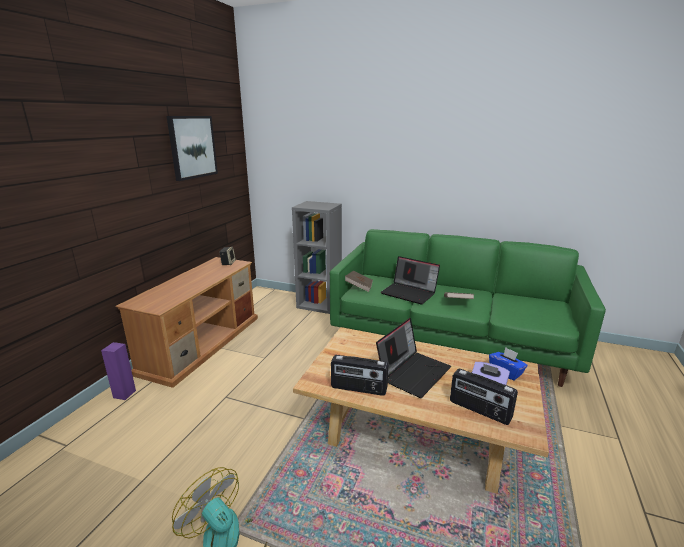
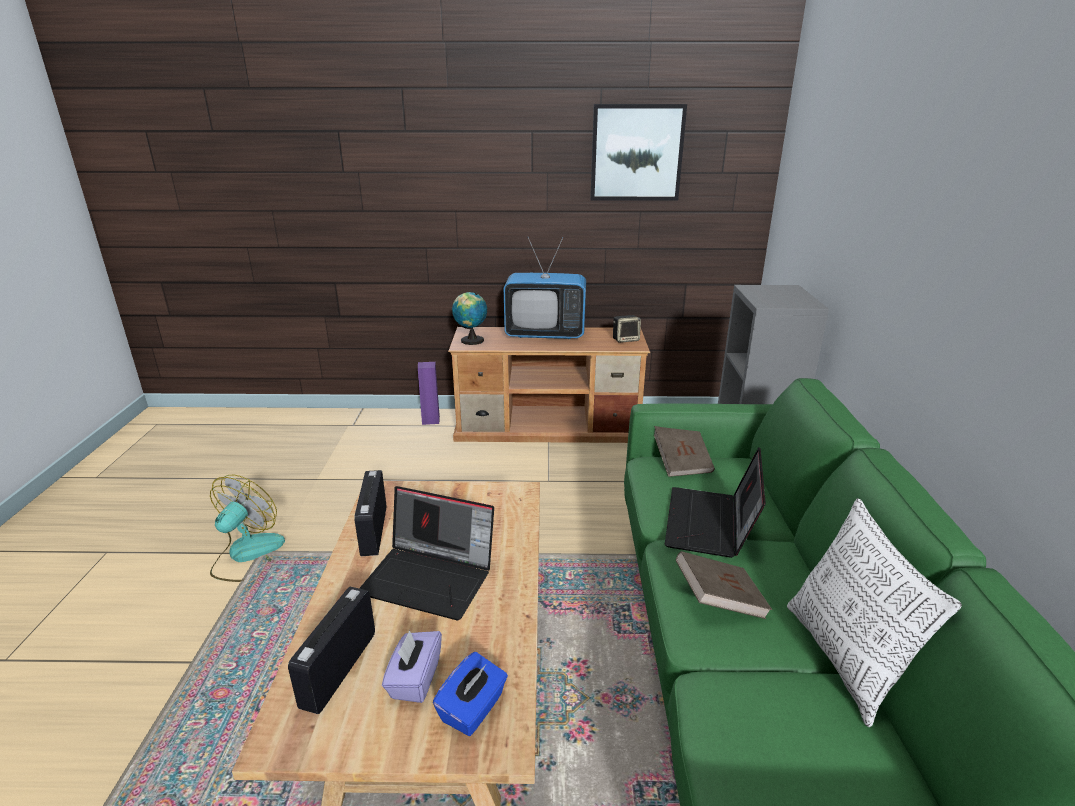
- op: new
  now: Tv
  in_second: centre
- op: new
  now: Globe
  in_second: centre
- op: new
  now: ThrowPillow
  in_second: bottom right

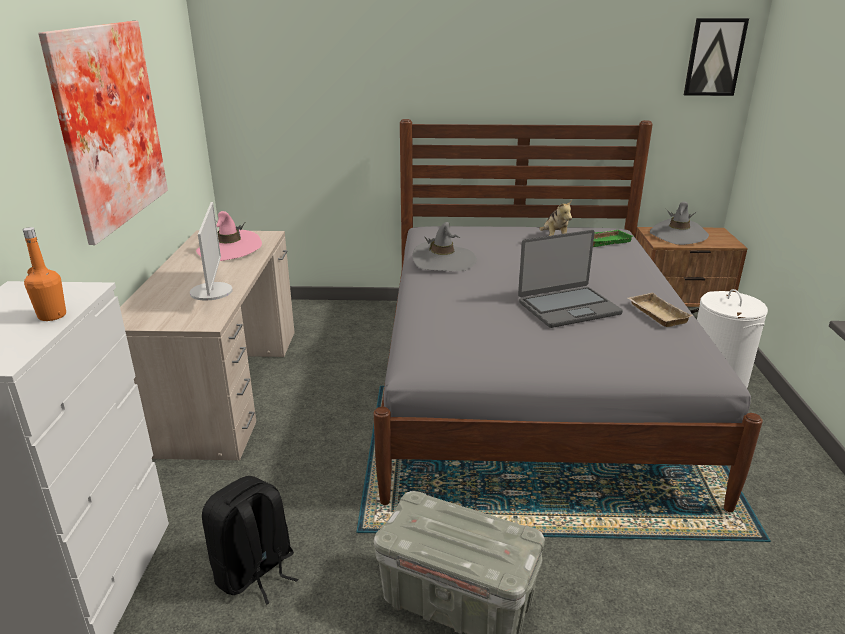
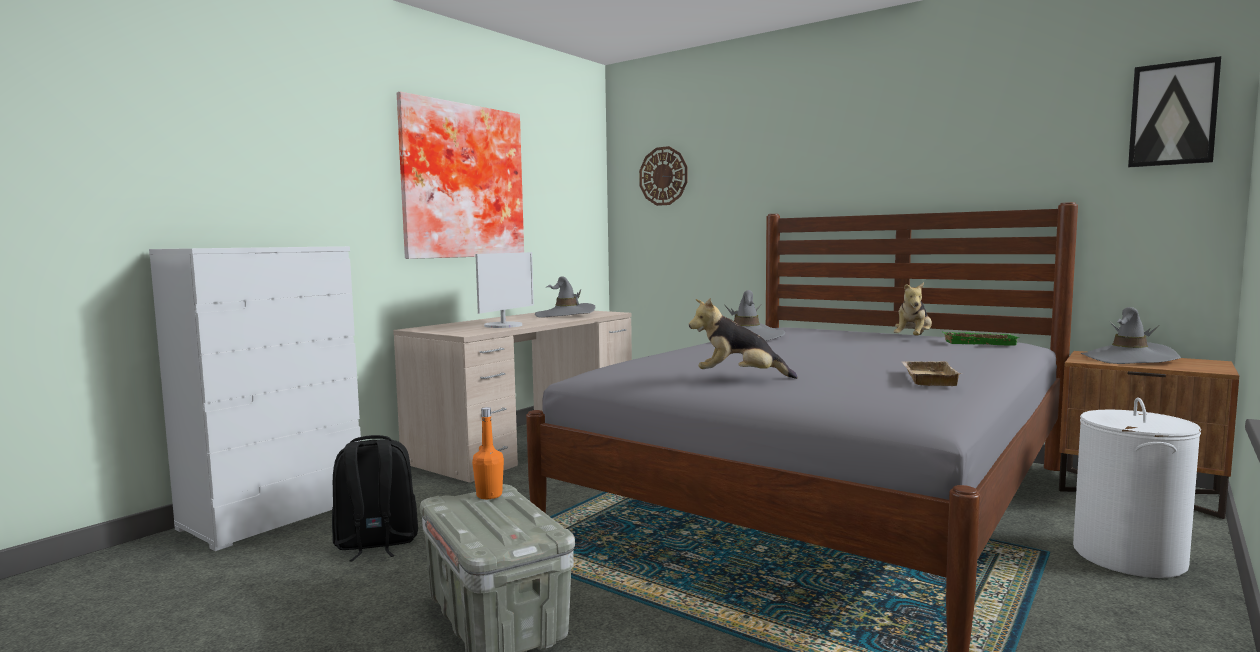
- op: repainted
  was: PinkColouredHat
  now: GreyishHat (no. 1 from left)
  in_first: middle left
  in_second: centre
- op: shifted
  was: OrangeDrinkBottle
  in_first: middle left
  in_second: bottom centre
- op: gone
  was: Laptop
  in_first: middle right
- op: new
  now: WallClock
  in_second: top centre
- op: new
  now: SoftToy (no. 1 from left)
  in_second: centre

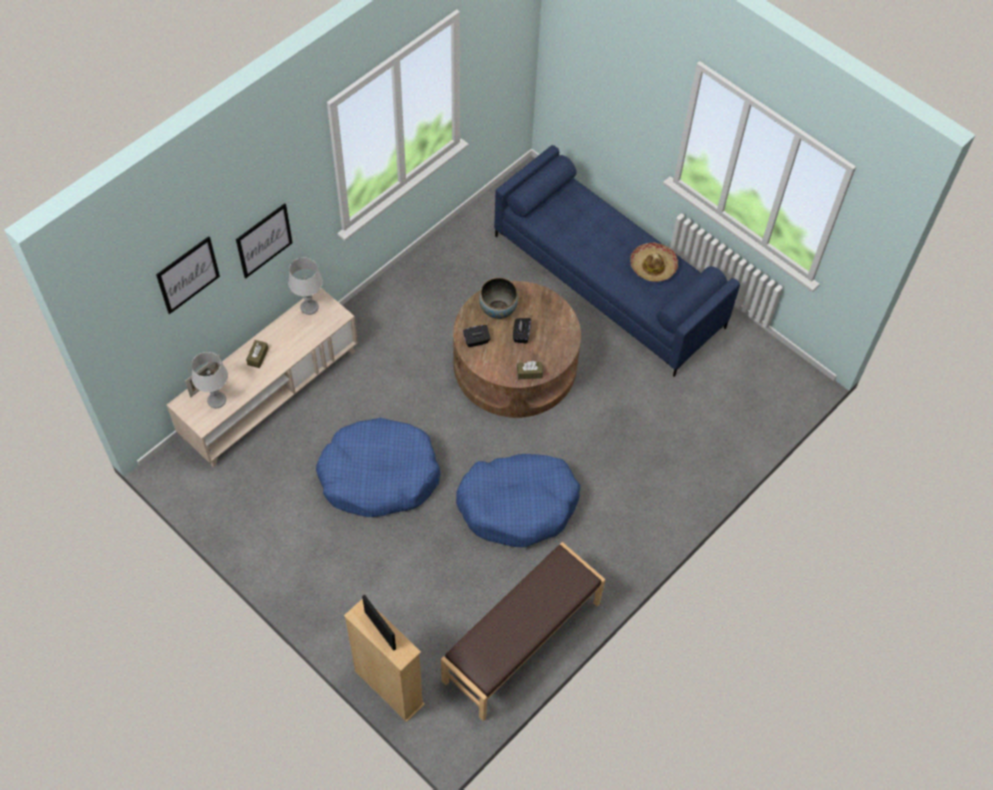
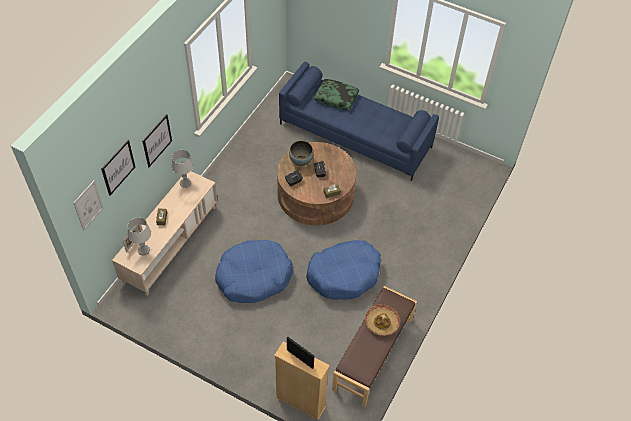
- op: shifted
  was: Hat
  in_first: top centre
  in_second: bottom centre
- op: new
  now: ThrowPillow
  in_second: top centre
- op: new
  now: WallArt (no. 1 from left)
  in_second: middle left

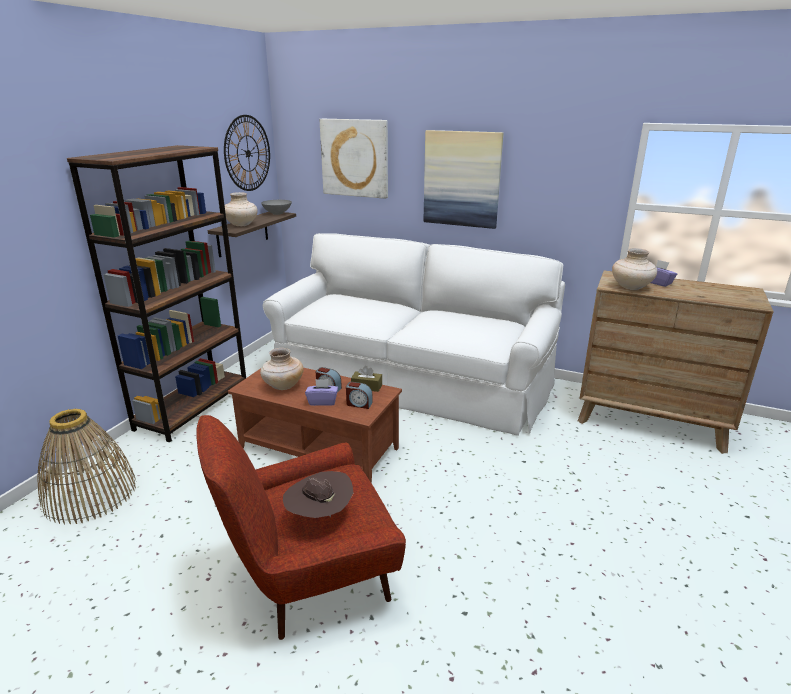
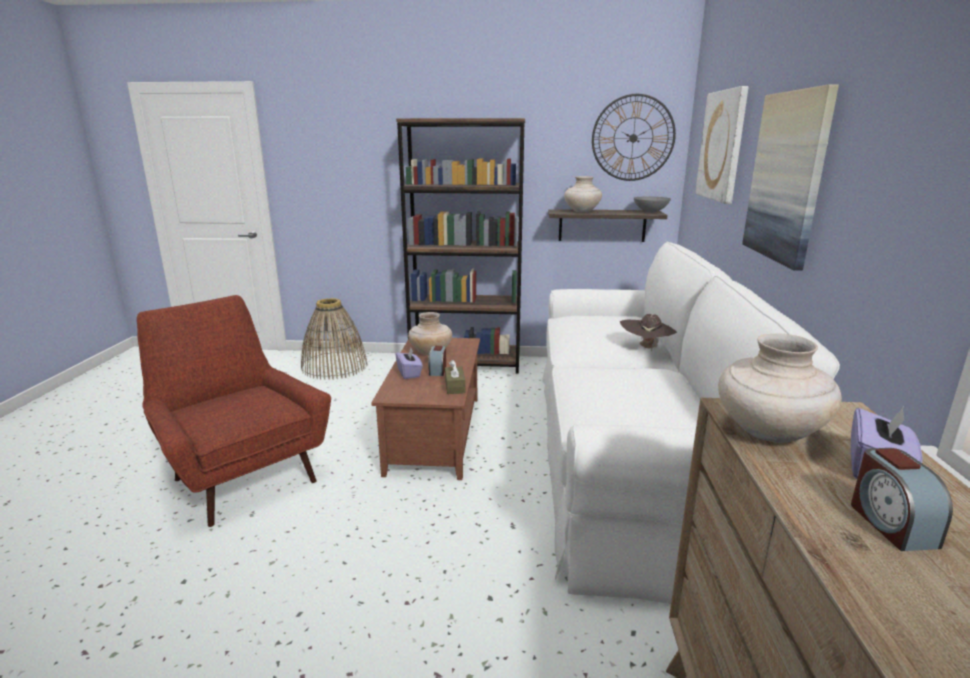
- op: shifted
  was: TableClock (no. 2 from left)
  in_first: centre
  in_second: bottom right
- op: shifted
  was: BrownishHat
  in_first: bottom centre
  in_second: middle right

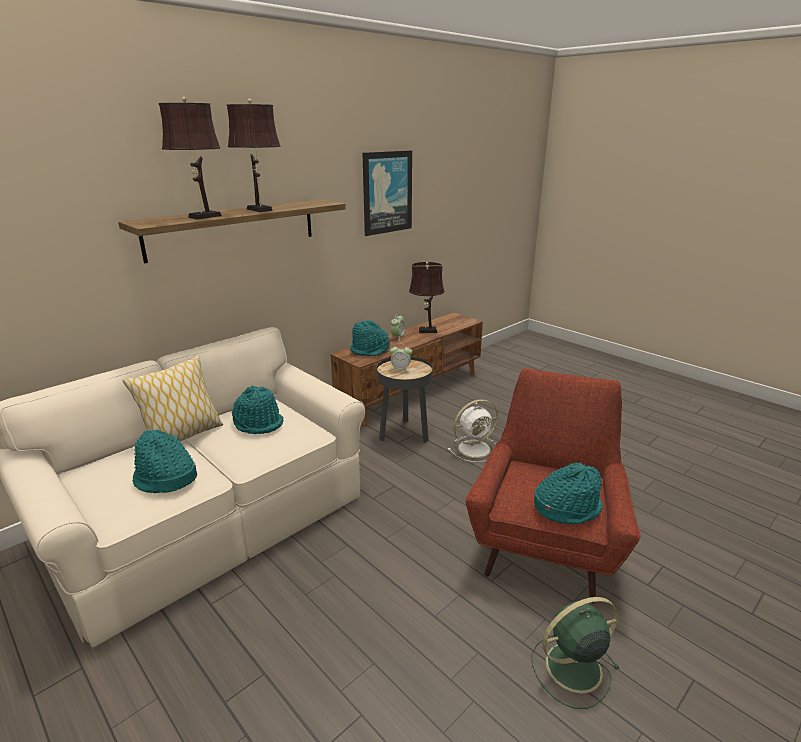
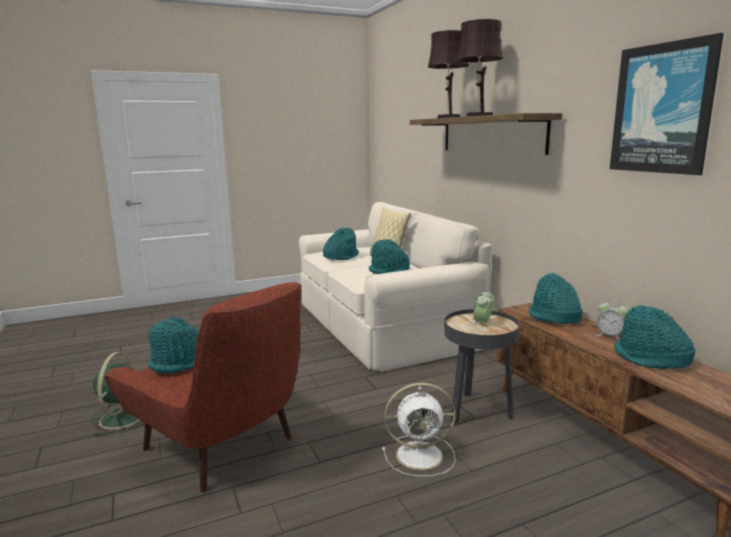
- op: swapped
  was: BrownishTabletopLamp (no. 3 from left)
  now: TurquoiseColouredHat (no. 5 from left)
  in_first: centre
  in_second: middle right
- op: rotated
  was: WhiteFan
  in_first: centre
  in_second: bottom centre
  clockwise: -90

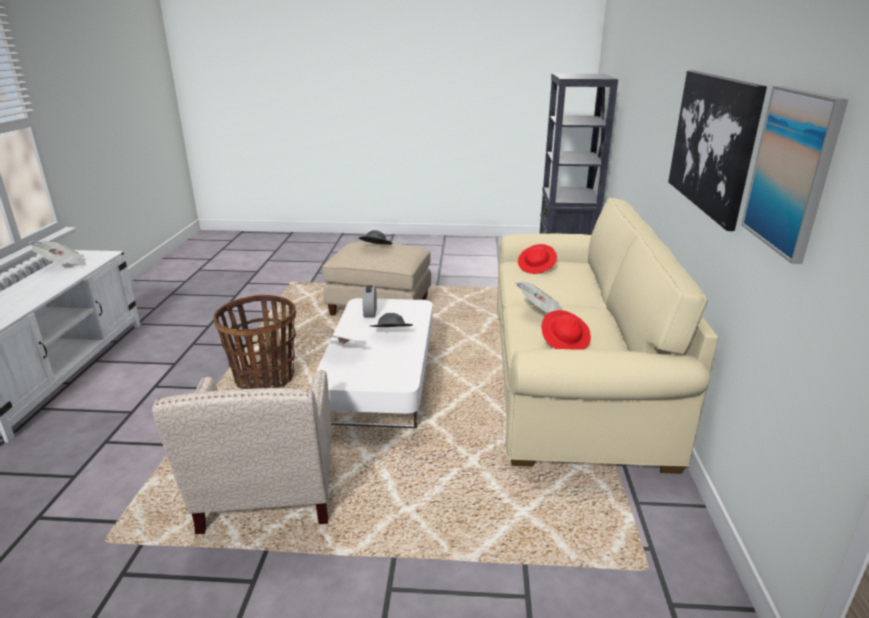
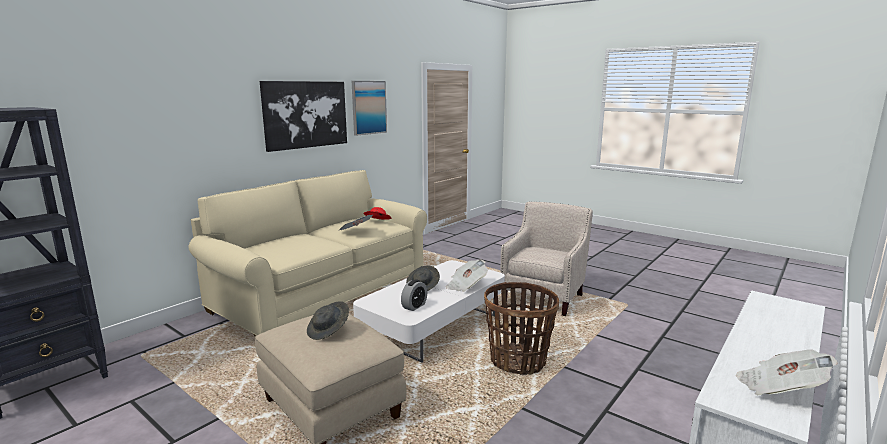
- op: gone
  was: RedHat (no. 1 from left)
  in_first: centre

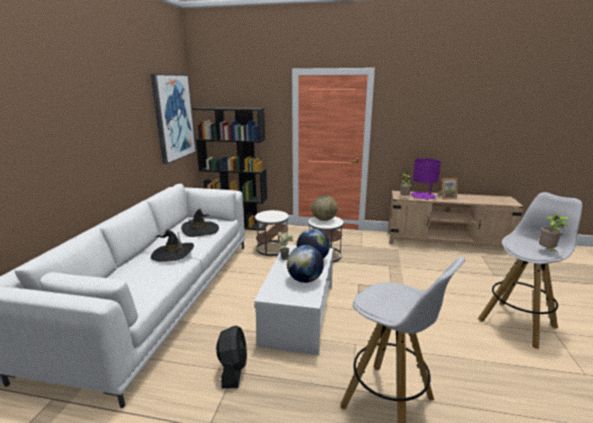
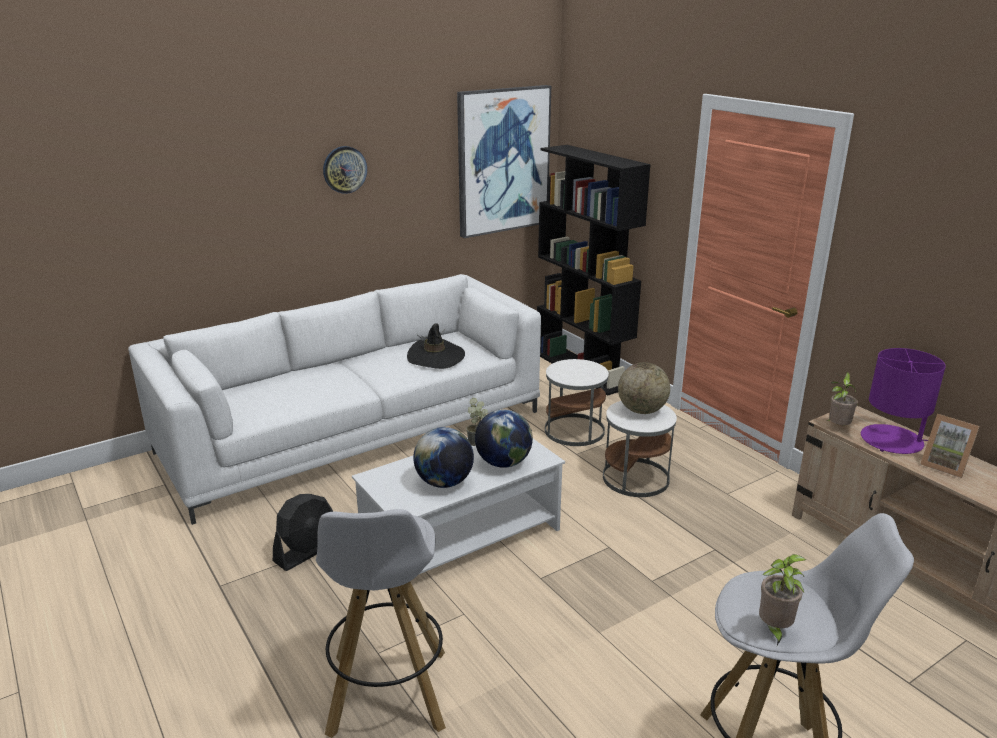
- op: gone
  was: BlackishHat (no. 1 from left)
  in_first: middle left
- op: new
  now: WallClock
  in_second: top centre

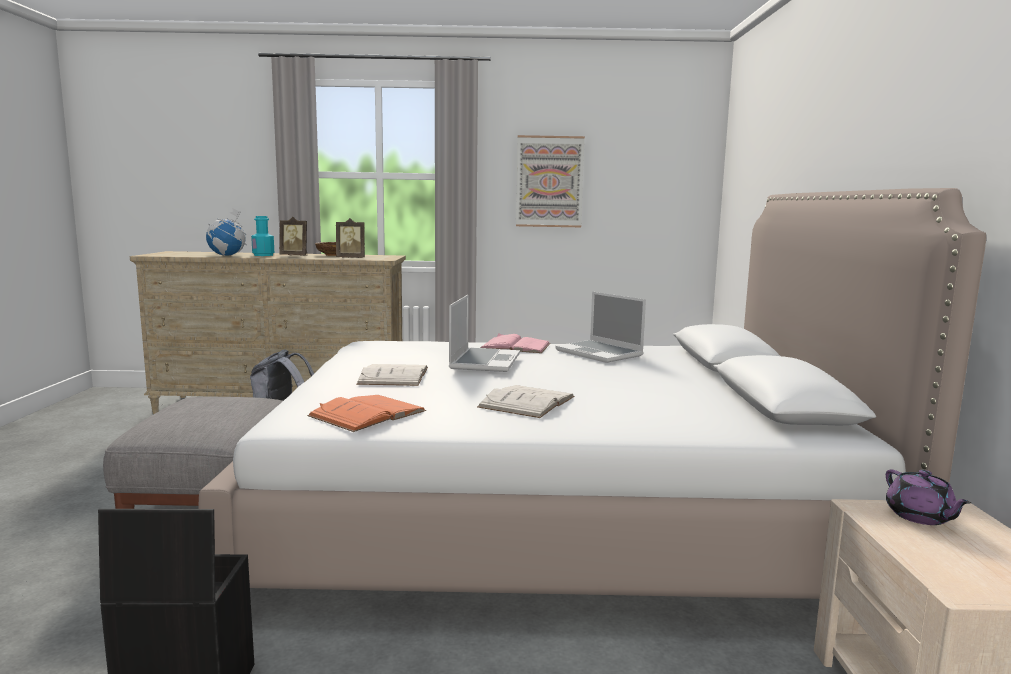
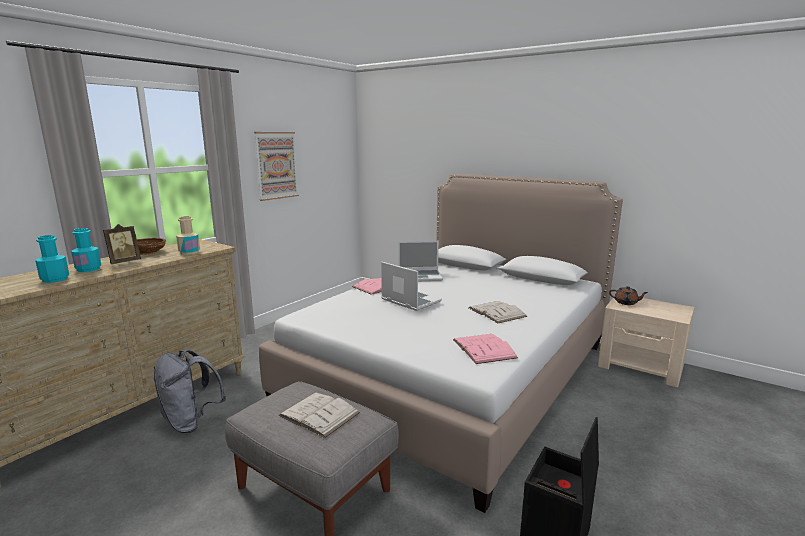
- op: swapped
  was: Globe
  now: TurquoiseColouredDrinkBottle (no. 1 from left)
  in_first: middle left
  in_second: middle left
- op: swapped
  was: PhotoFrame (no. 2 from left)
  now: SandColouredDrinkBottle
  in_first: centre
  in_second: middle left
- op: shifted
  was: WhiteVolume (no. 1 from left)
  in_first: centre
  in_second: bottom centre
- op: repainted
  was: OrangeVolume
  now: PinkColouredVolume (no. 2 from left)
  in_first: centre
  in_second: centre
- op: repainted
  was: PurplePotForTea
  now: BrownishPotForTea
  in_first: bottom right
  in_second: middle right

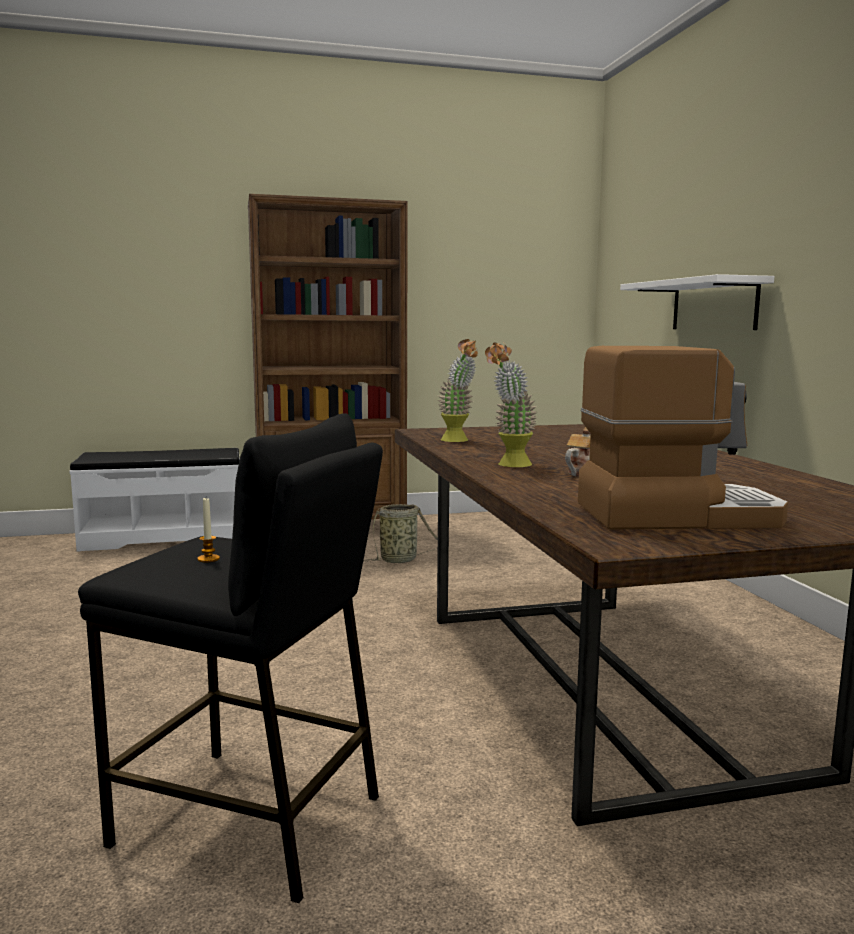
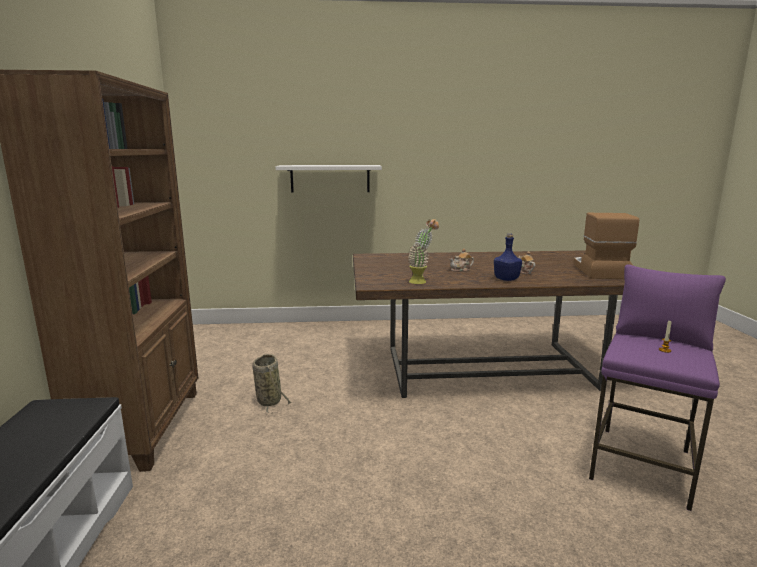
- op: swapped
  was: Houseplant (no. 2 from left)
  now: BluishDrinkBottle
  in_first: centre
  in_second: middle right
- op: repainted
  was: BlackishStool
  now: PurpleStool
  in_first: bottom left
  in_second: bottom right
- op: new
  now: PotForTea (no. 1 from left)
  in_second: centre

